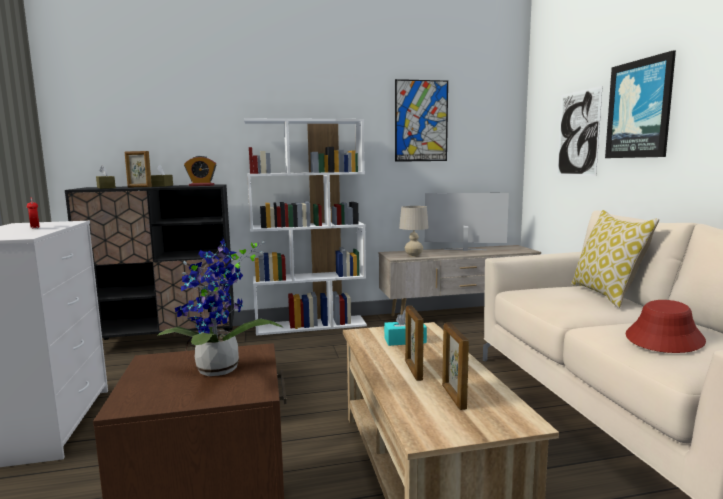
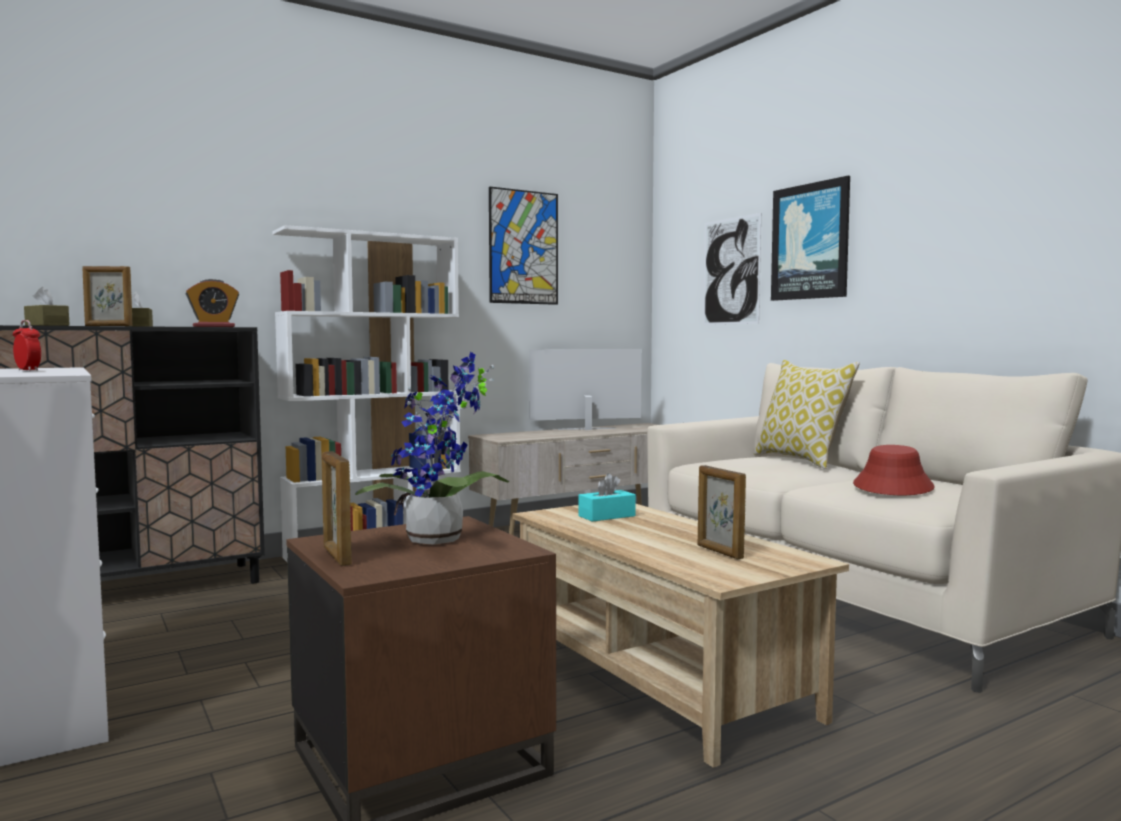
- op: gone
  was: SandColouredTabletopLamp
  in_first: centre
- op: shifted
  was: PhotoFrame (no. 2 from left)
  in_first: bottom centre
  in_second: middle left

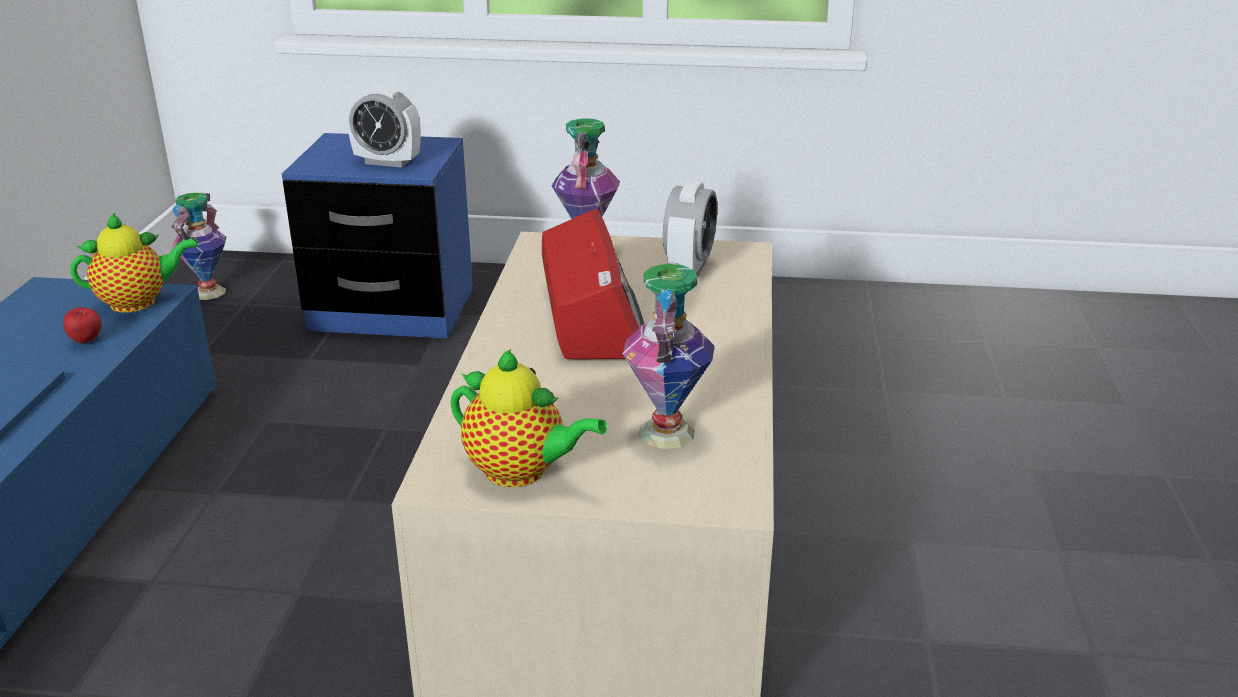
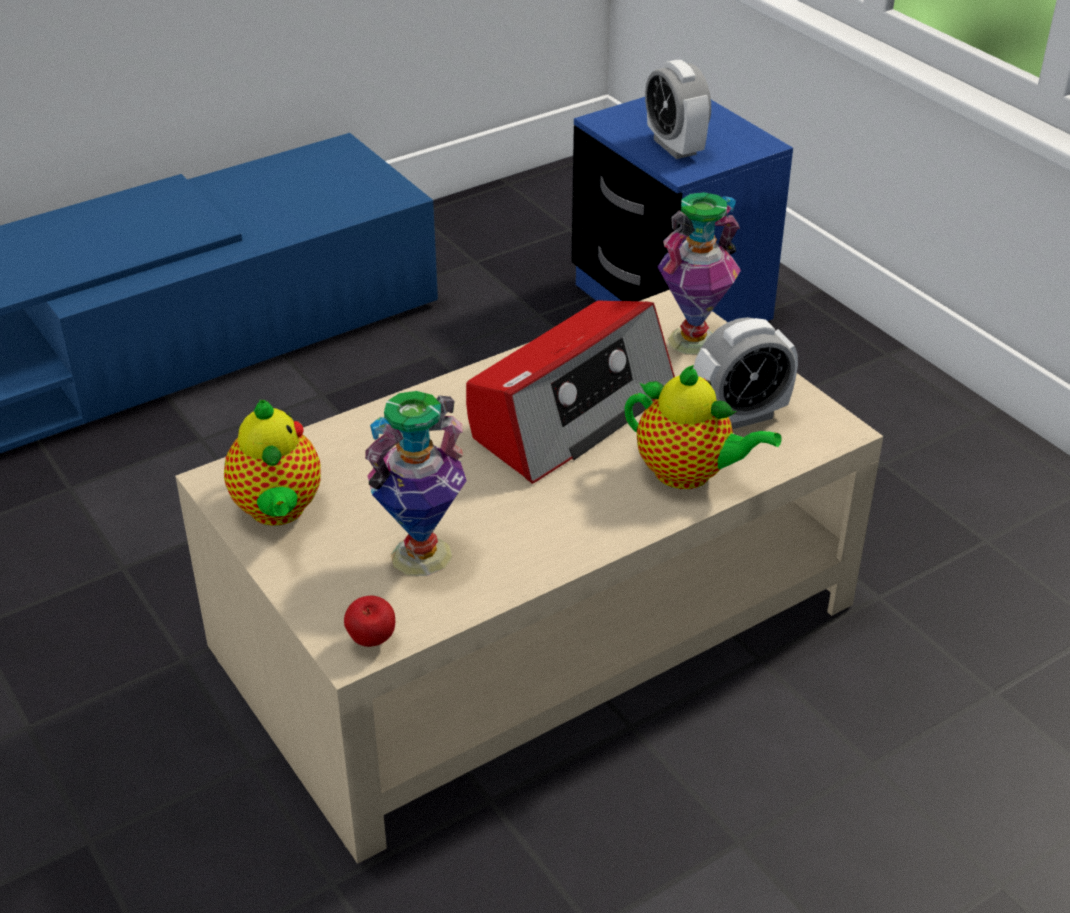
- op: gone
  was: Vase (no. 1 from left)
  in_first: middle left
- op: shifted
  was: PotForTea (no. 1 from left in the first image)
  now: PotForTea (no. 2 from left)
  in_first: middle left
  in_second: centre
- op: shifted
  was: Apple
  in_first: middle left
  in_second: bottom centre

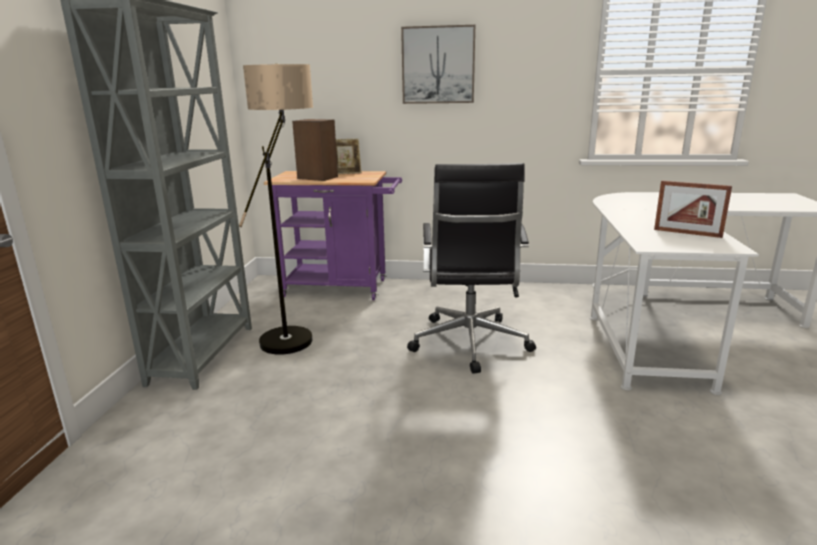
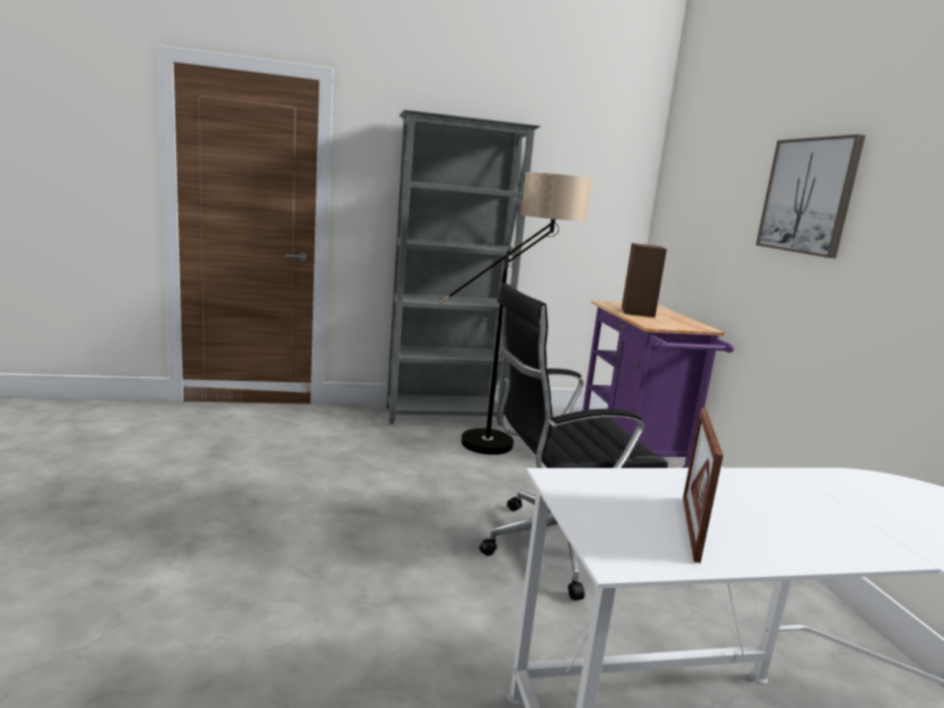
- op: gone
  was: PhotoFrame (no. 1 from left)
  in_first: top centre

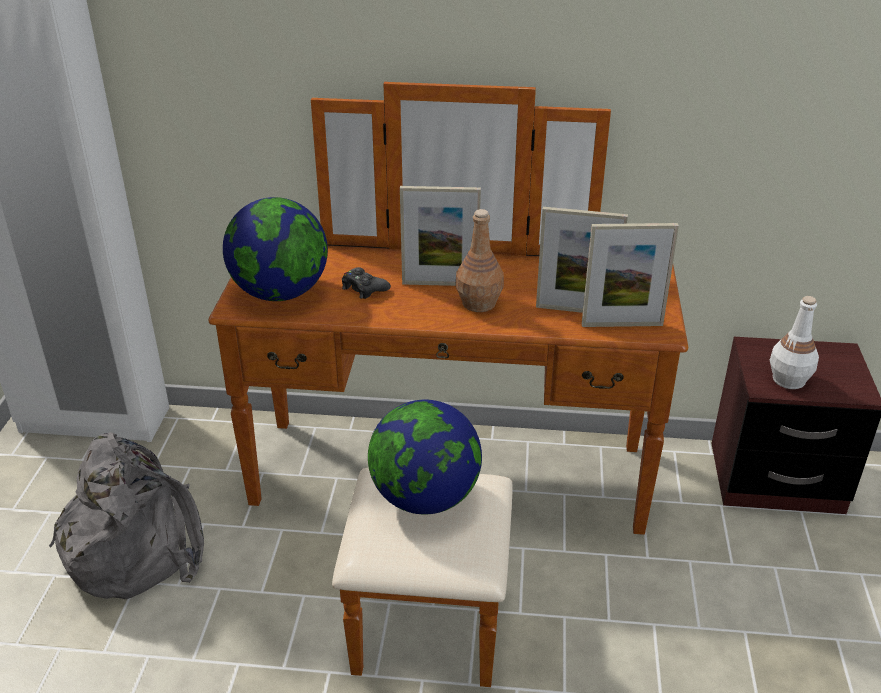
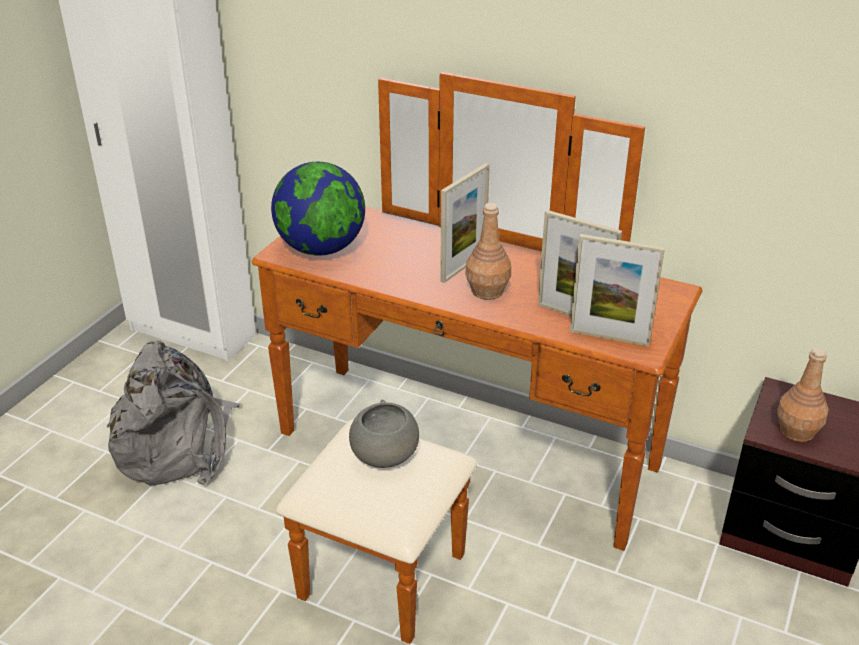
- op: rotated
  was: PhotoFrame (no. 1 from left)
  in_first: centre
  in_second: centre
  clockwise: -75
- op: gone
  was: BlackishGameController
  in_first: centre
- op: repainted
  was: WhiteDrinkBottle
  now: BrownishDrinkBottle (no. 2 from left)
  in_first: middle right
  in_second: middle right
- op: swapped
  was: Globe (no. 2 from left)
  now: GreyishDeepDish
  in_first: centre
  in_second: bottom centre

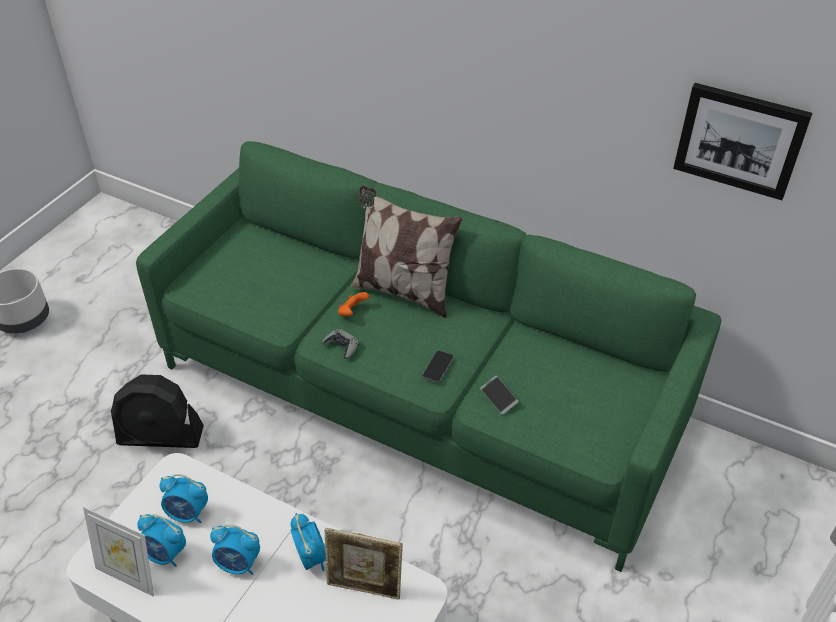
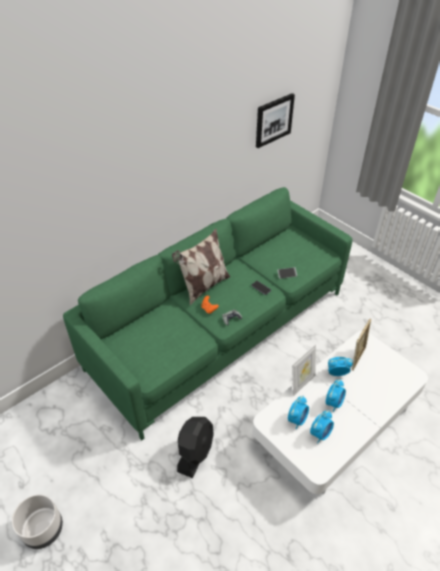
- op: shifted
  was: PhotoFrame (no. 1 from left)
  in_first: bottom left
  in_second: middle right

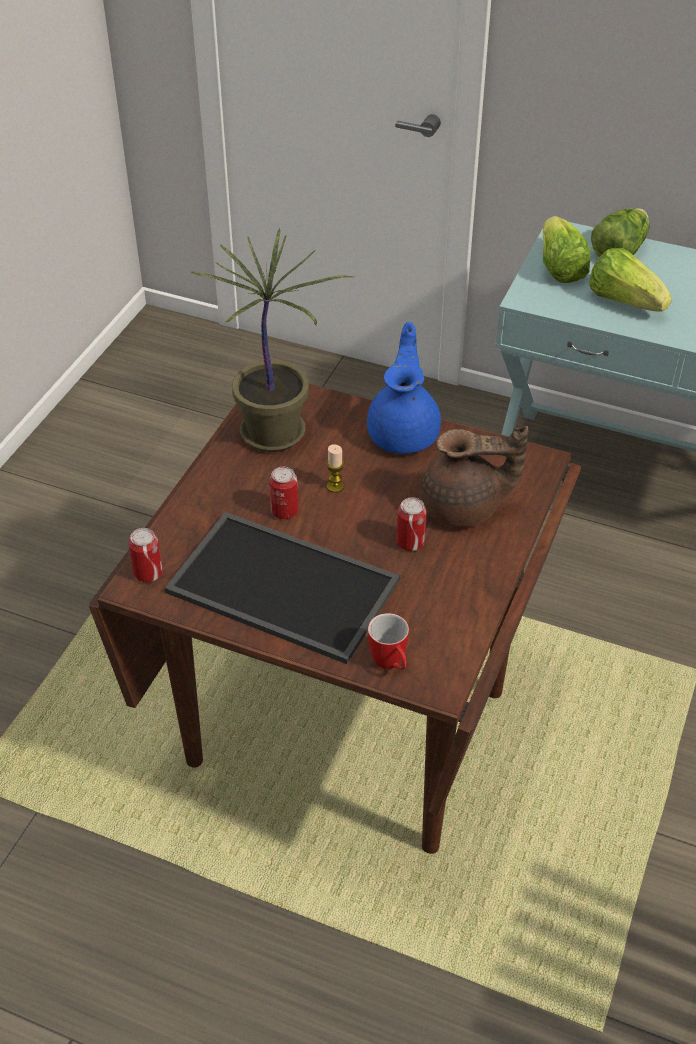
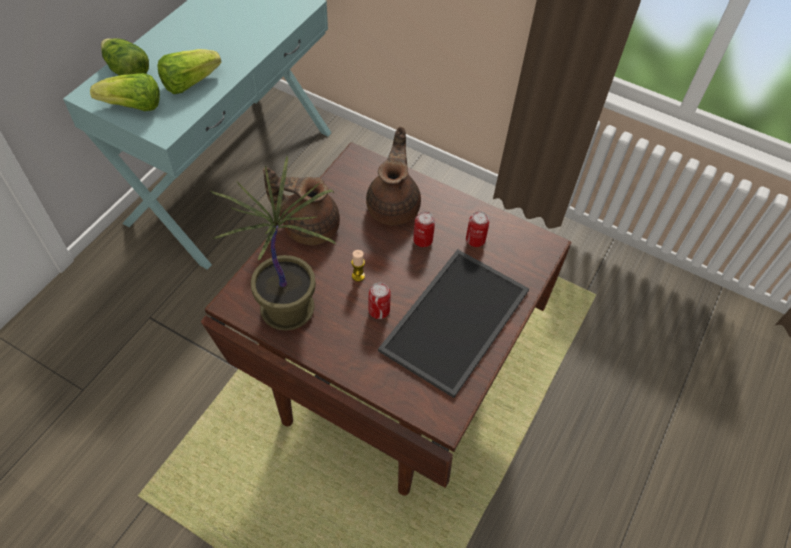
- op: repainted
  was: BluishPotForTea
  now: BrownishPotForTea (no. 1 from left)
  in_first: centre
  in_second: centre
- op: shifted
  was: MetalCan (no. 1 from left in the first image)
  now: MetalCan (no. 3 from left)
  in_first: middle left
  in_second: centre
- op: gone
  was: TeaMug
  in_first: centre

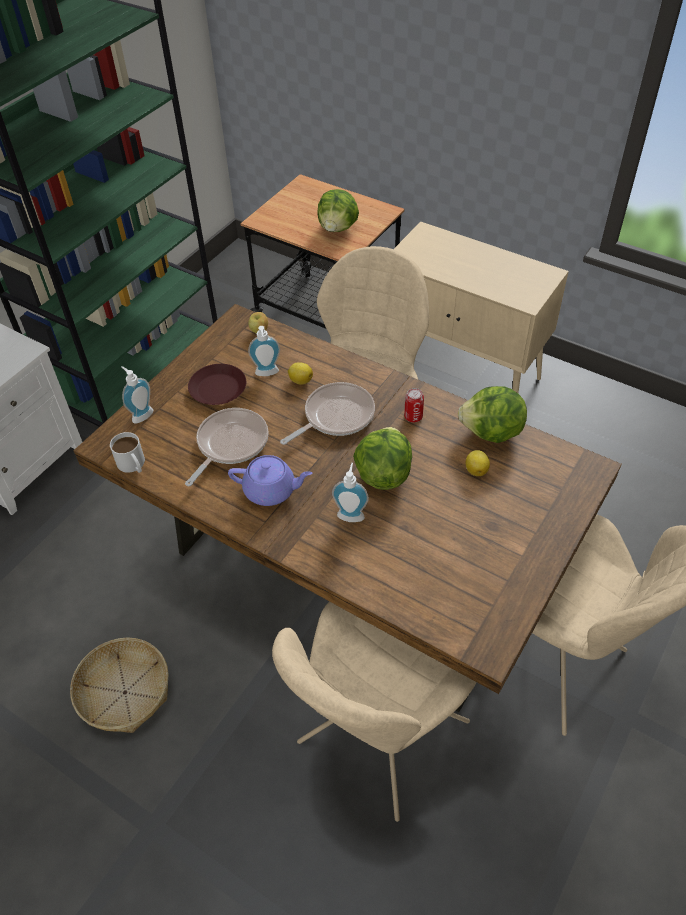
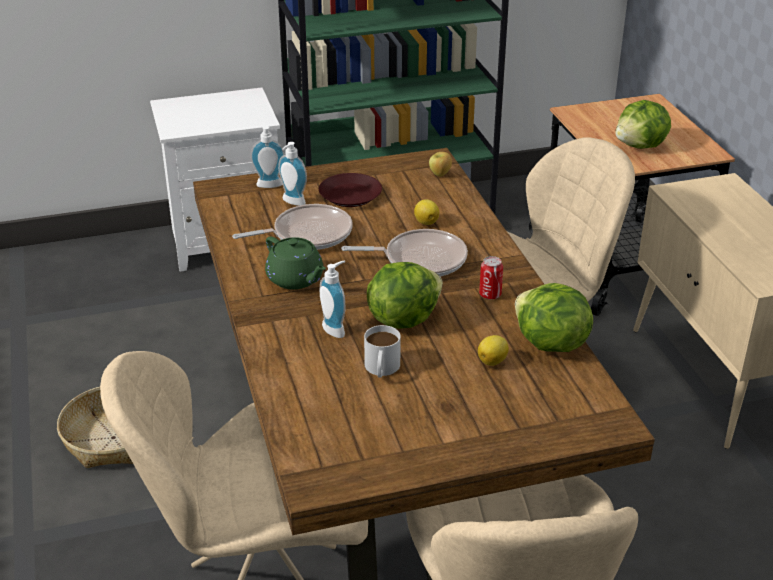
- op: shifted
  was: SoapBottle (no. 2 from left)
  in_first: centre
  in_second: top centre
- op: shifted
  was: WhiteTeaMug
  in_first: middle left
  in_second: centre
- op: repainted
  was: PurplePotForTea
  now: GreenColouredPotForTea
  in_first: centre
  in_second: centre

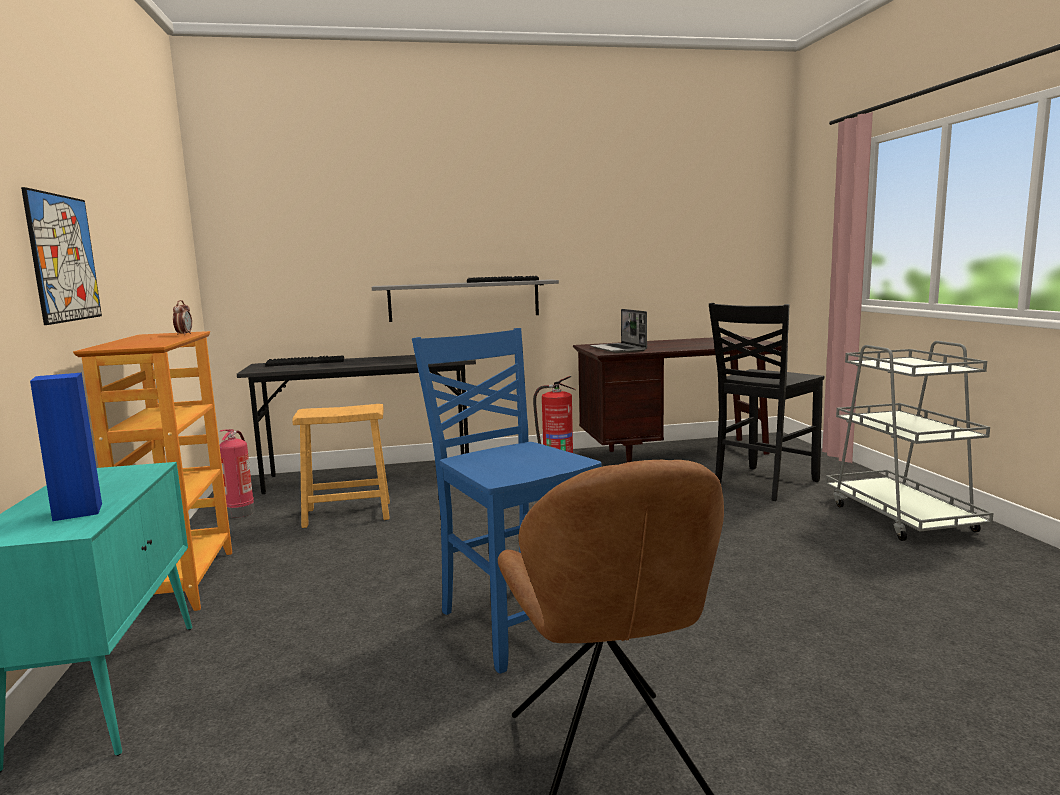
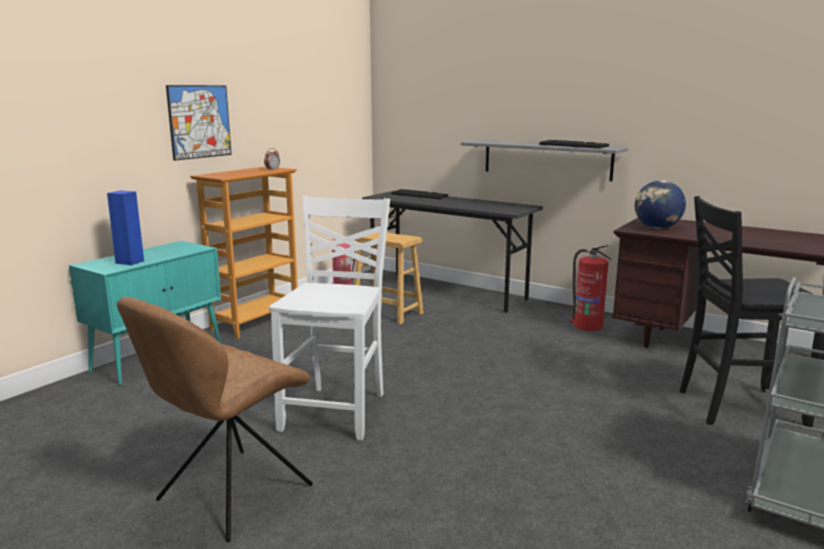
- op: swapped
  was: Laptop
  now: Globe
  in_first: centre
  in_second: middle right
- op: repainted
  was: BluishUprightChair
  now: WhiteUprightChair
  in_first: centre
  in_second: centre

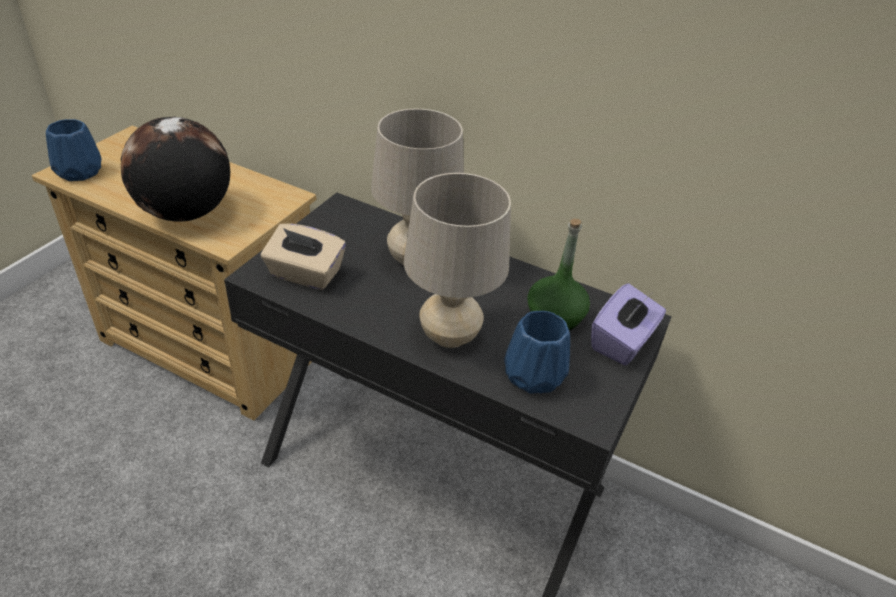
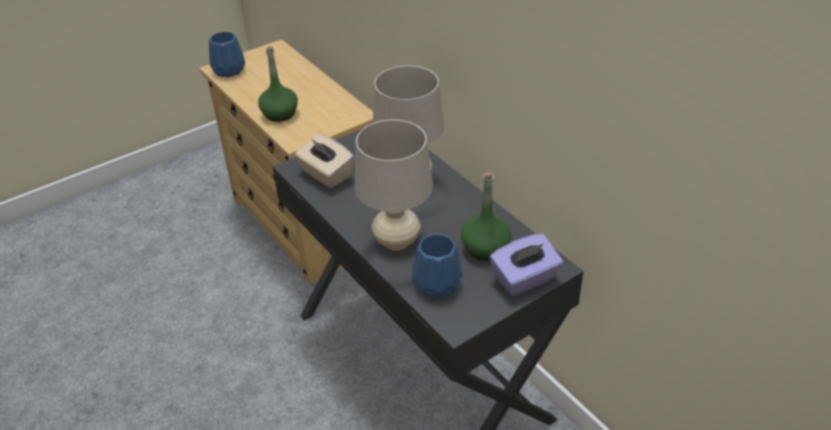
- op: swapped
  was: Globe
  now: GreenColouredDrinkBottle (no. 1 from left)
  in_first: top left
  in_second: top centre

